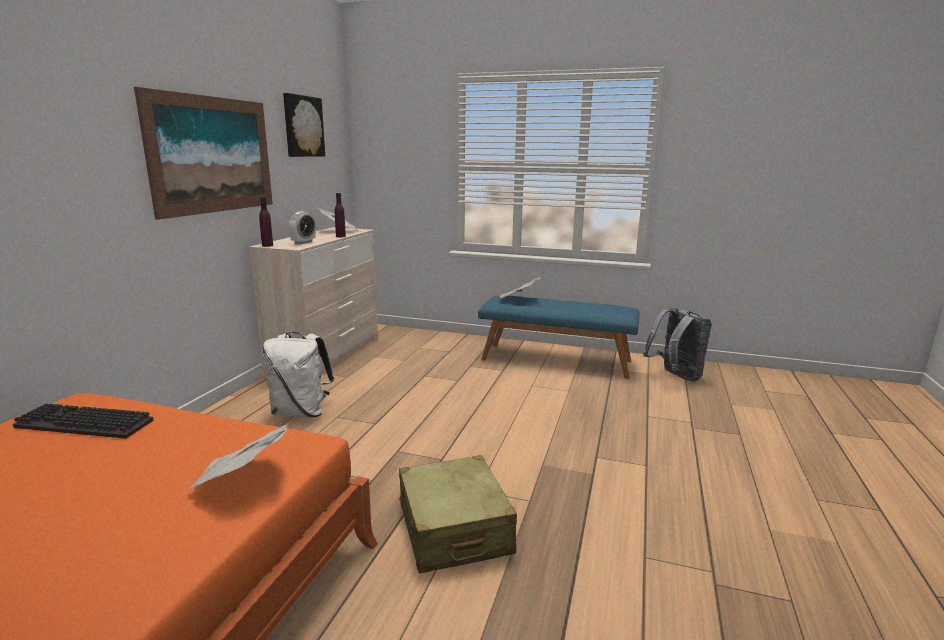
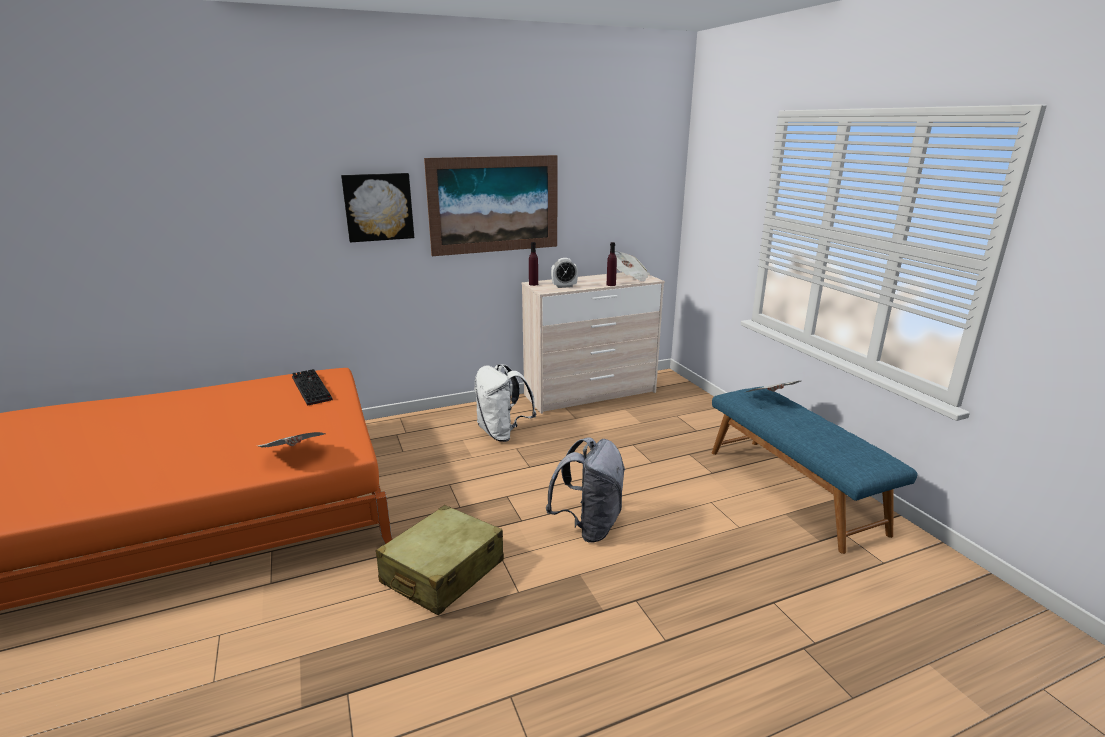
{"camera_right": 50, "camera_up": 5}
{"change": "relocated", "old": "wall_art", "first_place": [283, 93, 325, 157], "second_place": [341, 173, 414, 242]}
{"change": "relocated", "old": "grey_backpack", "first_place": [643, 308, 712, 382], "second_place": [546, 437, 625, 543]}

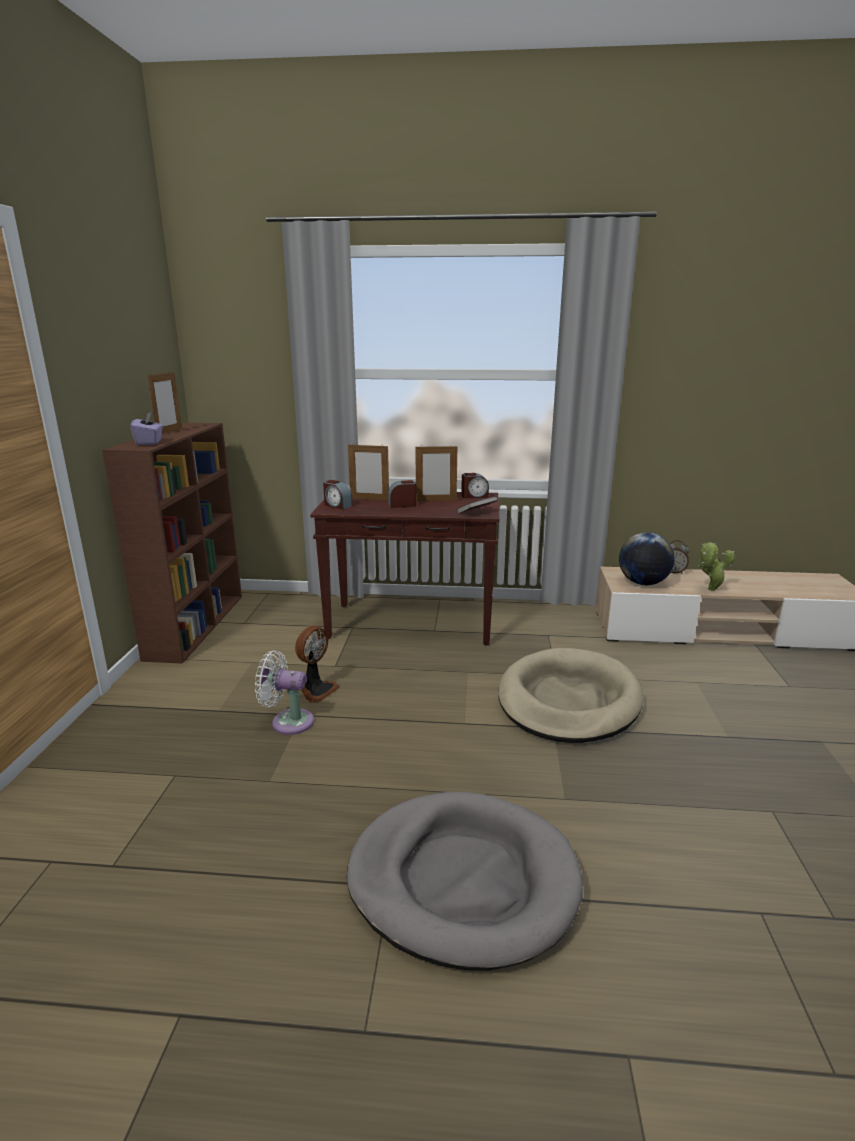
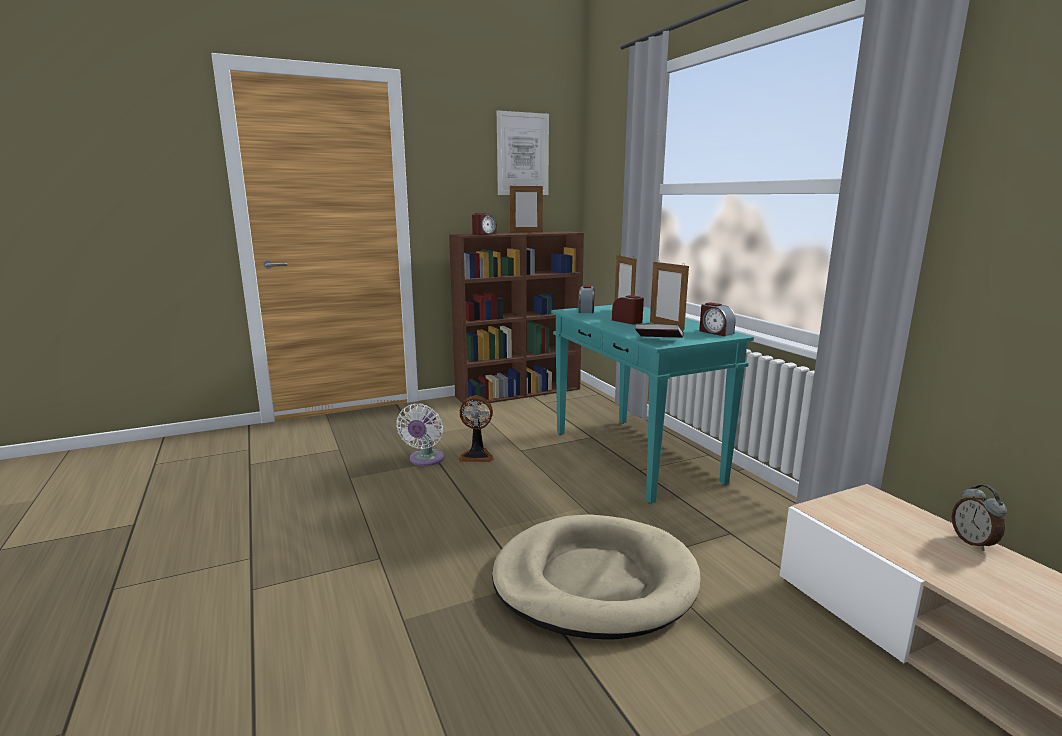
{"camera_right": 60, "camera_up": -5}
{"change": "exchanged", "old": "purple-coloured_box_of_tissues", "new": "alarm_clock", "first_place": [130, 411, 163, 445], "second_place": [472, 213, 497, 235]}
{"change": "spun", "old": "whitish_electric_fan", "first_place": [255, 650, 314, 735], "second_place": [396, 403, 444, 466], "degrees": -150}
{"change": "colour", "old": "brown_hall_table", "new": "blue-green_hall_table", "first_place": [310, 492, 500, 646], "second_place": [551, 305, 754, 504]}
{"change": "missing", "old": "grey_dog_bed", "first_place": [347, 792, 583, 970]}
{"change": "missing", "old": "desk_globe", "first_place": [619, 533, 675, 585]}
{"change": "missing", "old": "houseplant", "first_place": [699, 543, 735, 591]}
{"change": "appeared", "new": "wall_art", "second_place": [497, 111, 549, 195]}

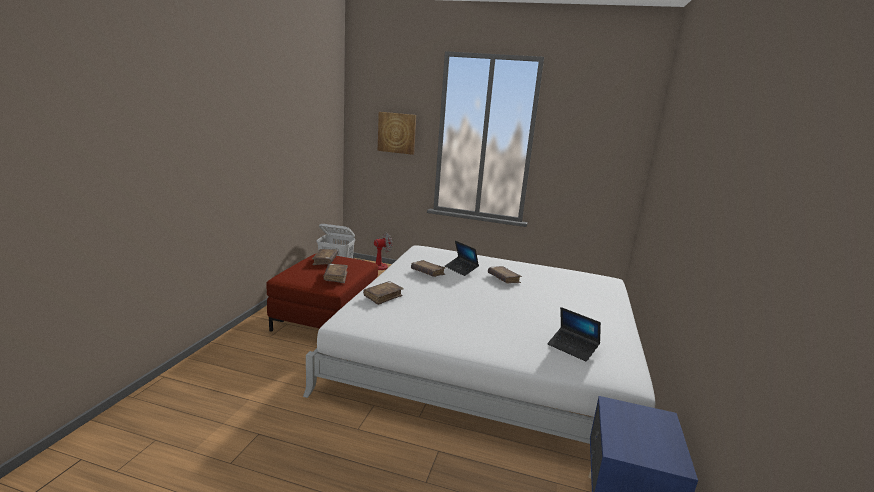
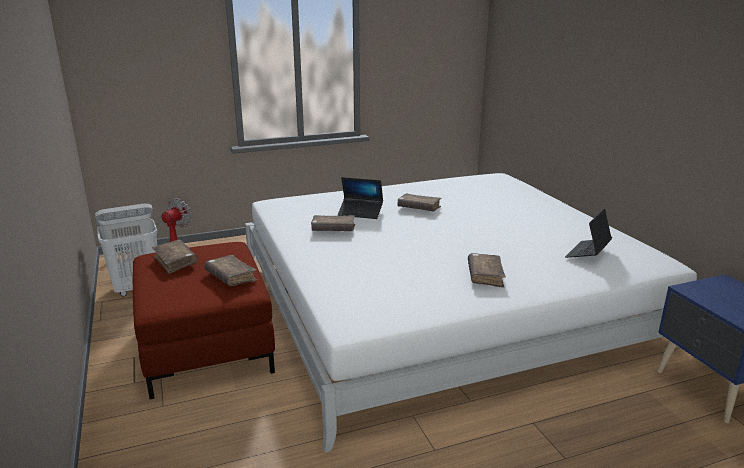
{"camera_right": -35, "camera_up": 5}
{"change": "relocated", "old": "brown_book", "first_place": [363, 281, 404, 305], "second_place": [468, 253, 506, 288]}
{"change": "missing", "old": "wall_art", "first_place": [378, 112, 416, 155]}
{"change": "spun", "old": "laptop", "first_place": [547, 307, 601, 362], "second_place": [565, 209, 612, 258], "degrees": 120}

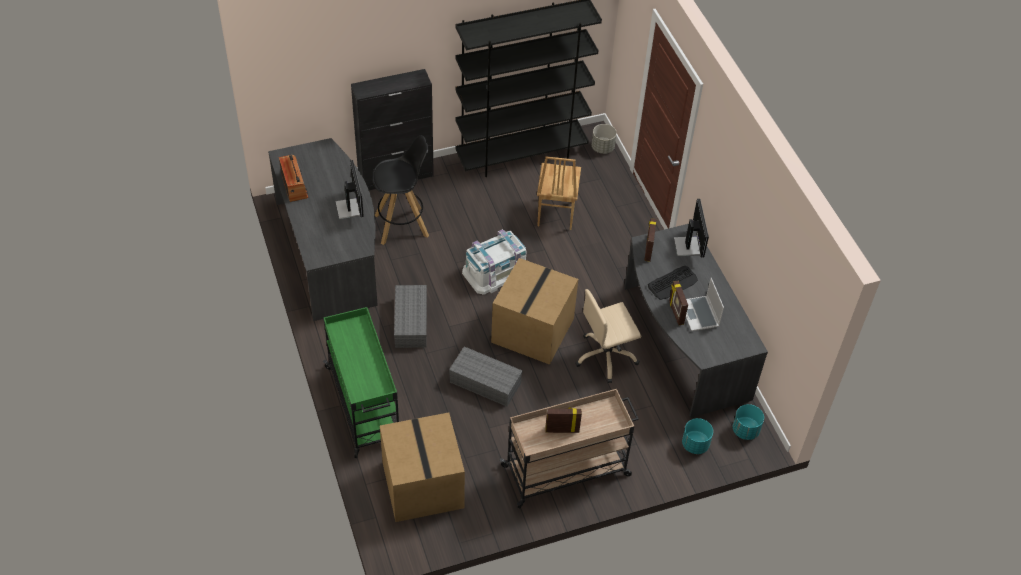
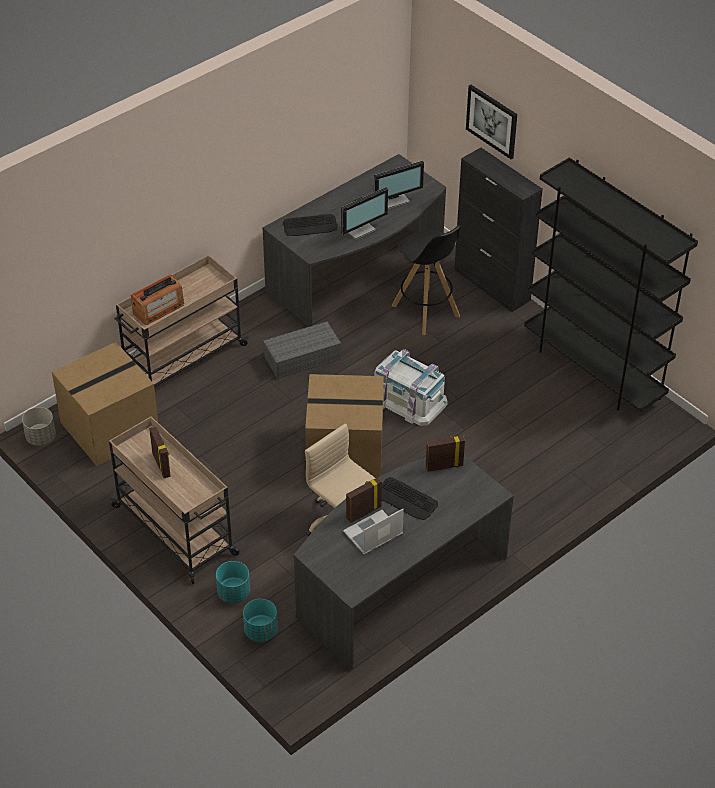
{"camera_right": 70, "camera_up": -5}
{"change": "relocated", "old": "radio_set", "first_place": [279, 155, 308, 202], "second_place": [131, 274, 184, 325]}
{"change": "colour", "old": "green_wheeled_cart", "new": "beige_wheeled_cart", "first_place": [323, 307, 399, 458], "second_place": [114, 255, 249, 387]}
{"change": "missing", "old": "grey_storage_box", "first_place": [449, 346, 523, 407]}
{"change": "missing", "old": "brown_plain_chair", "first_place": [537, 156, 581, 230]}
{"change": "relocated", "old": "grey_plant_pot", "first_place": [592, 124, 617, 154], "second_place": [22, 407, 56, 446]}
{"change": "relocated", "old": "computer_screen", "first_place": [674, 199, 709, 258], "second_place": [374, 161, 424, 209]}
{"change": "relocated", "old": "blue-green_plant_pot", "first_place": [733, 404, 764, 440], "second_place": [216, 561, 250, 603]}
{"change": "appeared", "new": "keyboard", "second_place": [283, 214, 338, 236]}
{"change": "appeared", "new": "wall_art", "second_place": [466, 85, 517, 159]}

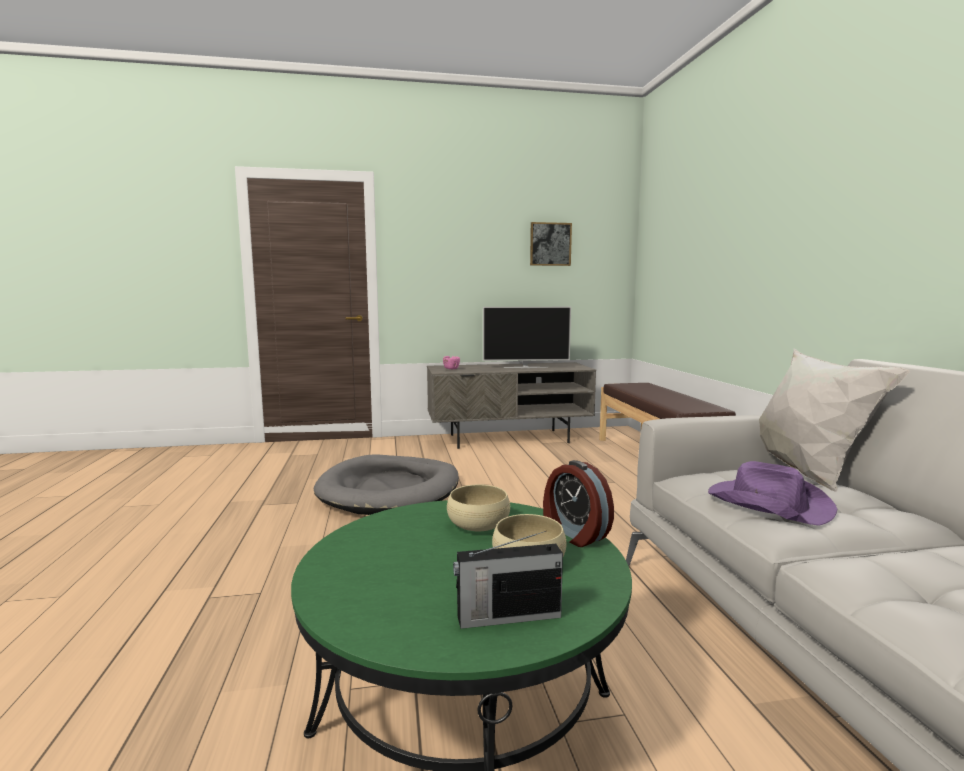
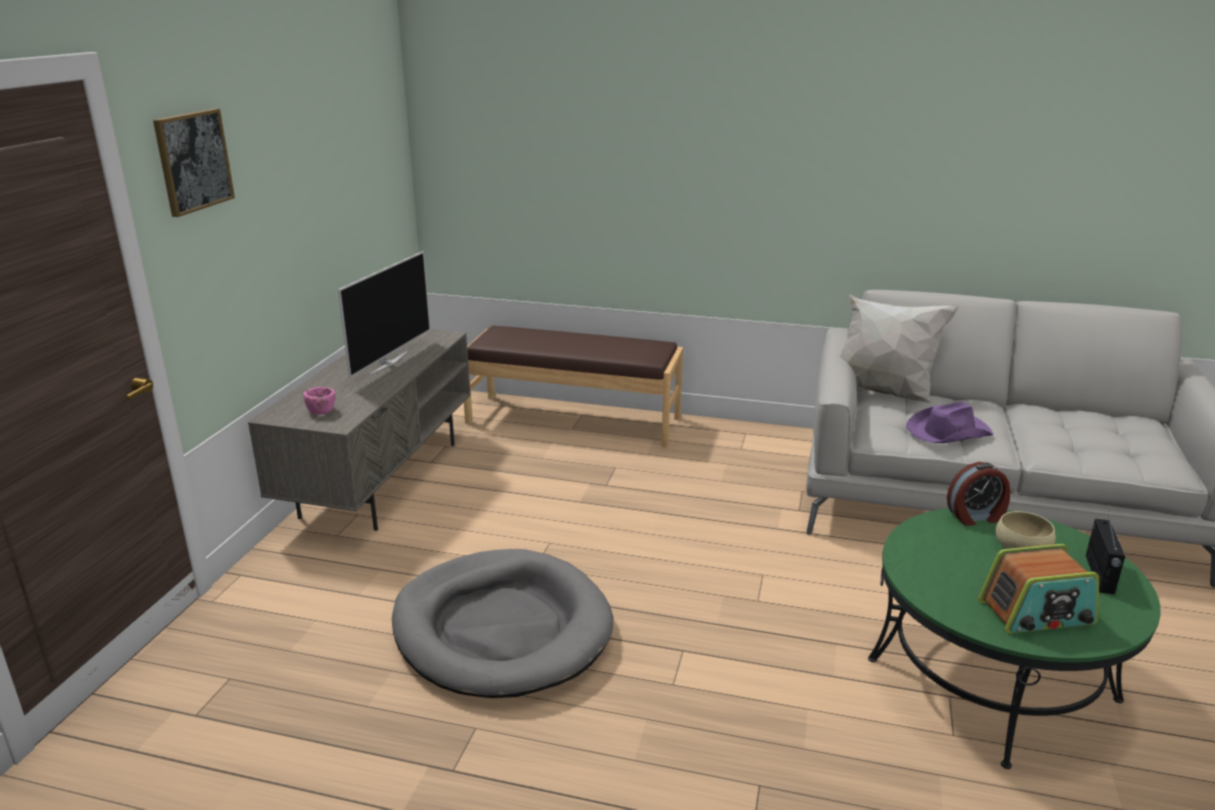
{"camera_right": -65, "camera_up": 15}
{"change": "missing", "old": "beige_deep_dish", "first_place": [447, 484, 510, 531]}
{"change": "relocated", "old": "wall_art", "first_place": [530, 222, 572, 266], "second_place": [153, 108, 235, 217]}
{"change": "appeared", "new": "radio_set", "second_place": [978, 544, 1099, 634]}

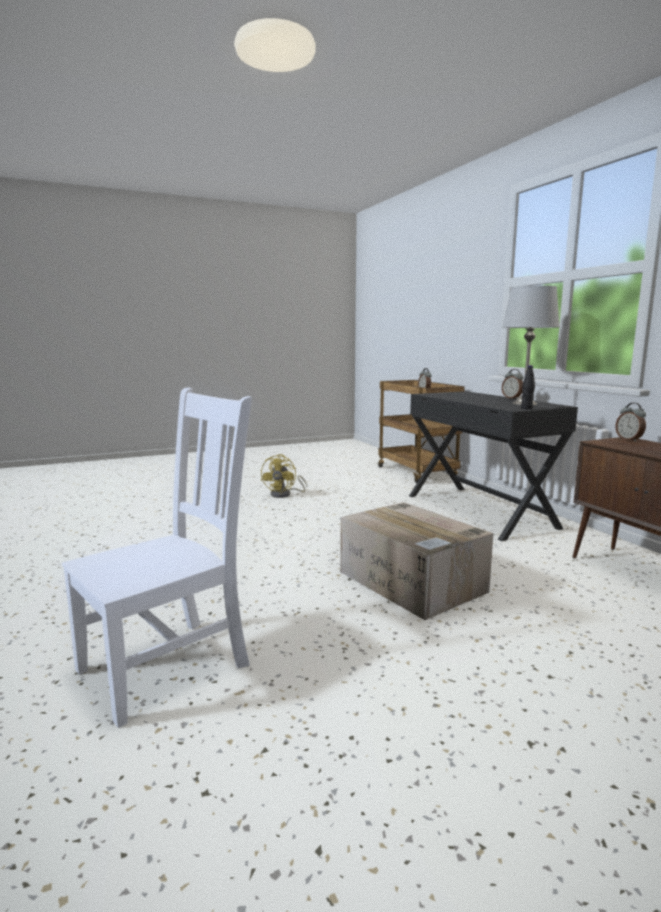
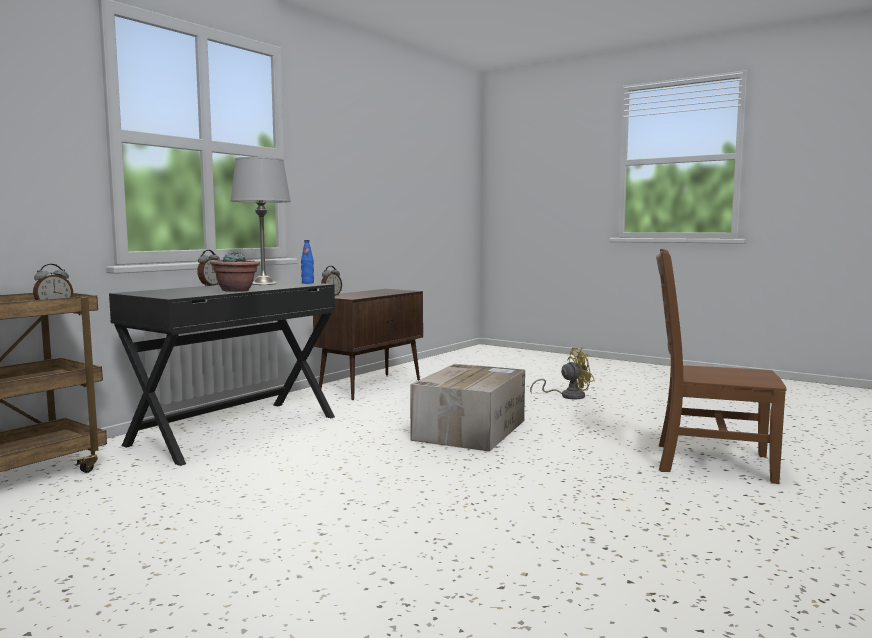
{"camera_right": -120, "camera_up": -5}
{"change": "colour", "old": "whitish_plain_chair", "new": "brown_plain_chair", "first_place": [62, 388, 252, 728], "second_place": [656, 249, 787, 484]}
{"change": "relocated", "old": "yellowish_electric_fan", "first_place": [261, 454, 307, 498], "second_place": [530, 347, 595, 399]}
{"change": "colour", "old": "blackish_drink_bottle", "new": "bluish_drink_bottle", "first_place": [521, 365, 535, 409], "second_place": [301, 240, 314, 284]}
{"change": "appeared", "new": "houseplant", "second_place": [210, 252, 260, 292]}

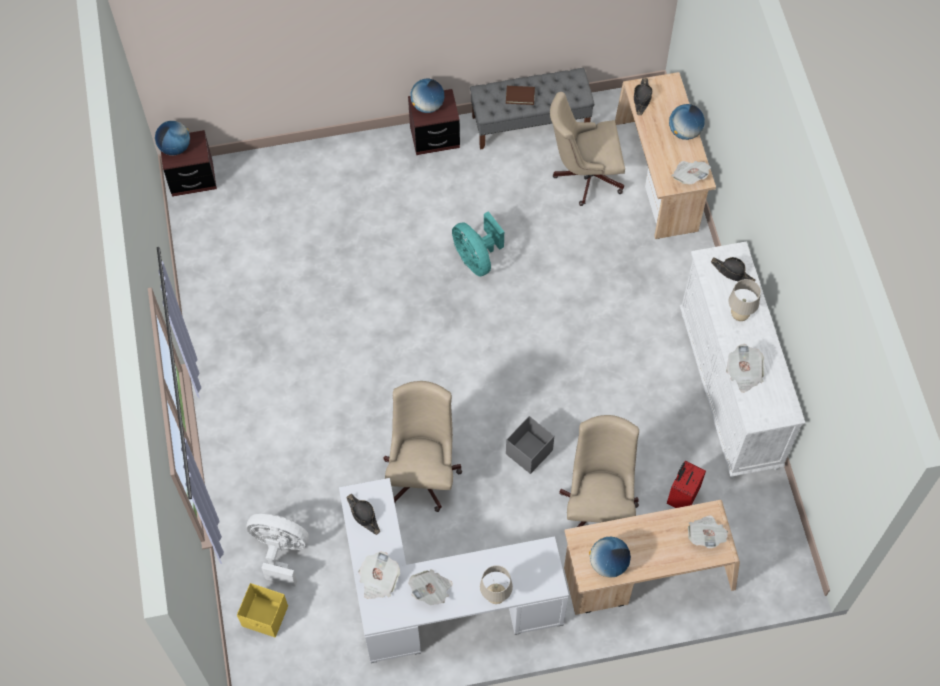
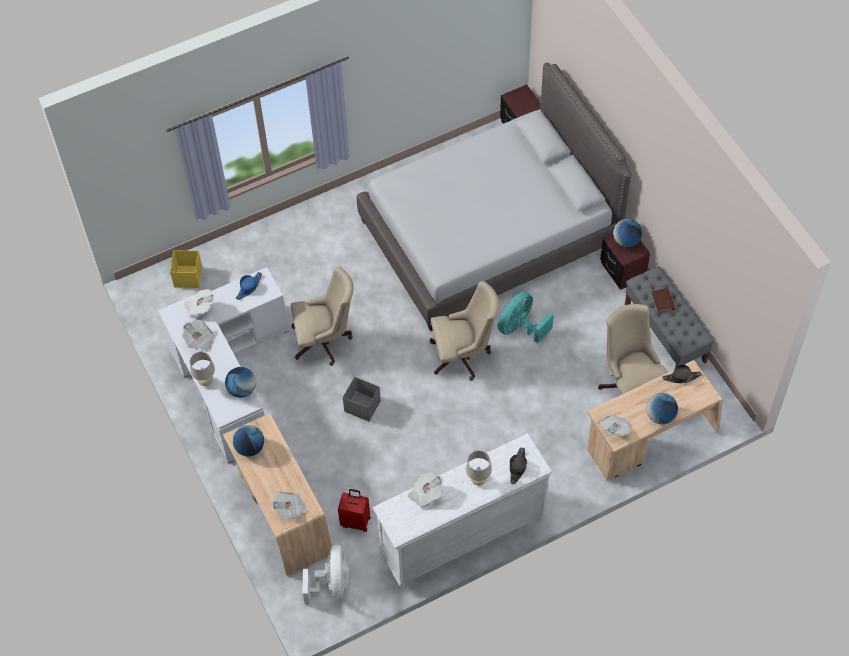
{"camera_right": 75, "camera_up": -5}
{"change": "relocated", "old": "desk_globe", "first_place": [155, 121, 190, 156], "second_place": [225, 367, 256, 398]}
{"change": "relocated", "old": "whitish_electric_fan", "first_place": [246, 514, 309, 587], "second_place": [303, 545, 349, 604]}
{"change": "colour", "old": "blackish_wearable_hat", "new": "bluish_wearable_hat", "first_place": [346, 494, 380, 535], "second_place": [236, 272, 262, 300]}
{"change": "relocated", "old": "beige_computer_chair", "first_place": [559, 415, 639, 527], "second_place": [430, 281, 499, 381]}
{"change": "appeared", "new": "grey_bedroom_bed", "second_place": [357, 63, 631, 331]}

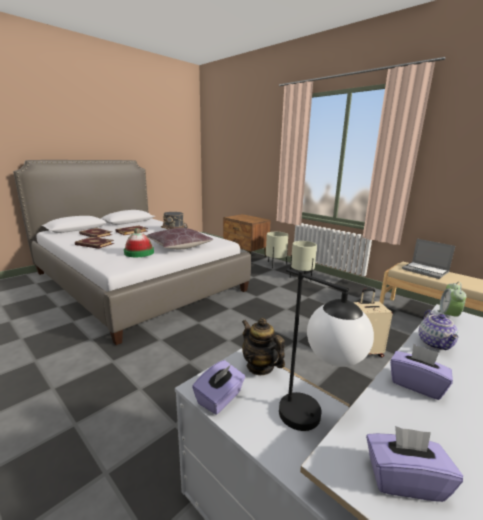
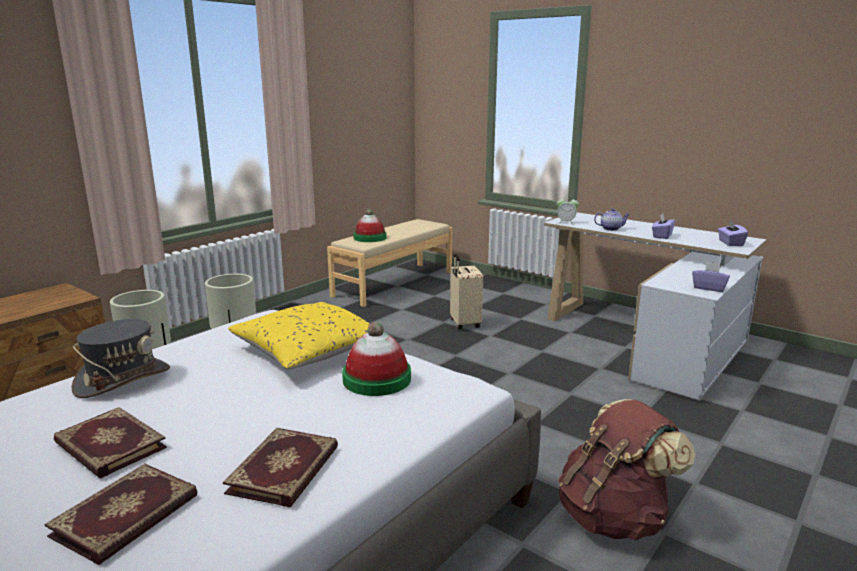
{"camera_right": -95, "camera_up": 0}
{"change": "colour", "old": "brown_cushion", "new": "yellowish_cushion", "first_place": [147, 228, 214, 249], "second_place": [228, 302, 370, 370]}
{"change": "missing", "old": "tea_pot", "first_place": [242, 318, 285, 375]}
{"change": "missing", "old": "table_lamp", "first_place": [279, 268, 374, 431]}
{"change": "exchanged", "old": "laptop", "new": "wearable_hat", "first_place": [402, 239, 455, 279], "second_place": [353, 209, 387, 242]}
{"change": "appeared", "new": "brown_backpack", "second_place": [558, 399, 695, 541]}

